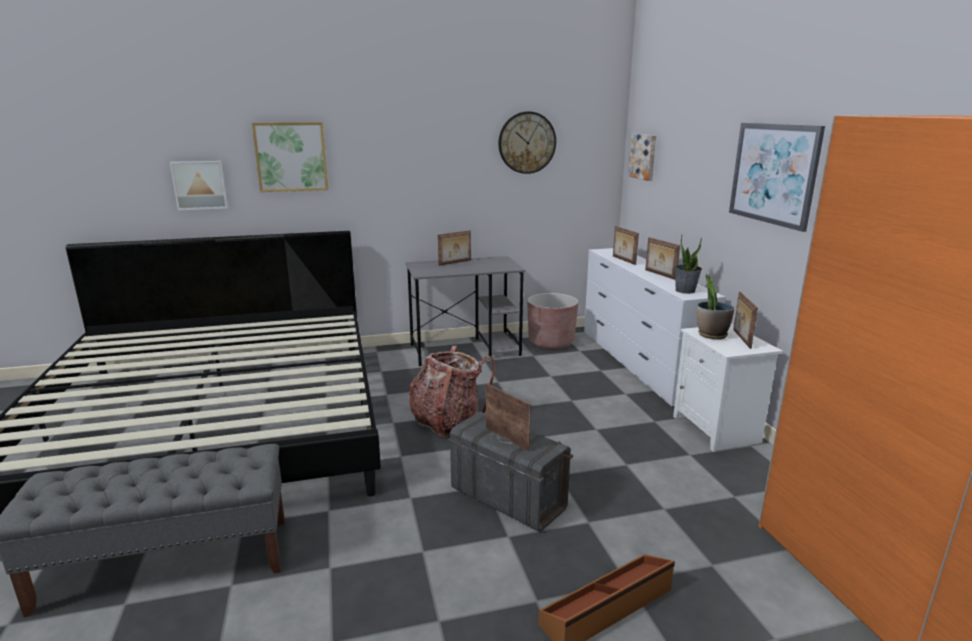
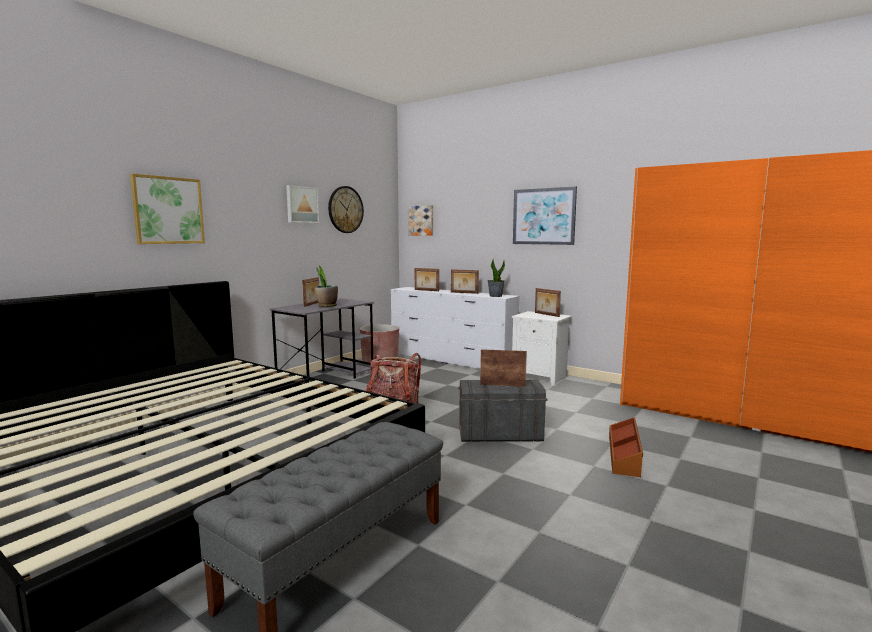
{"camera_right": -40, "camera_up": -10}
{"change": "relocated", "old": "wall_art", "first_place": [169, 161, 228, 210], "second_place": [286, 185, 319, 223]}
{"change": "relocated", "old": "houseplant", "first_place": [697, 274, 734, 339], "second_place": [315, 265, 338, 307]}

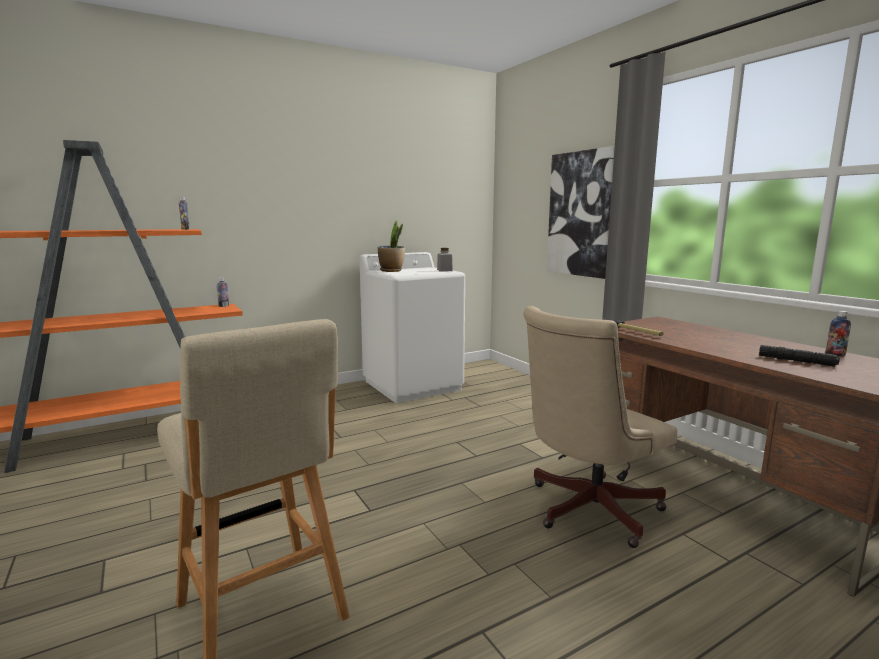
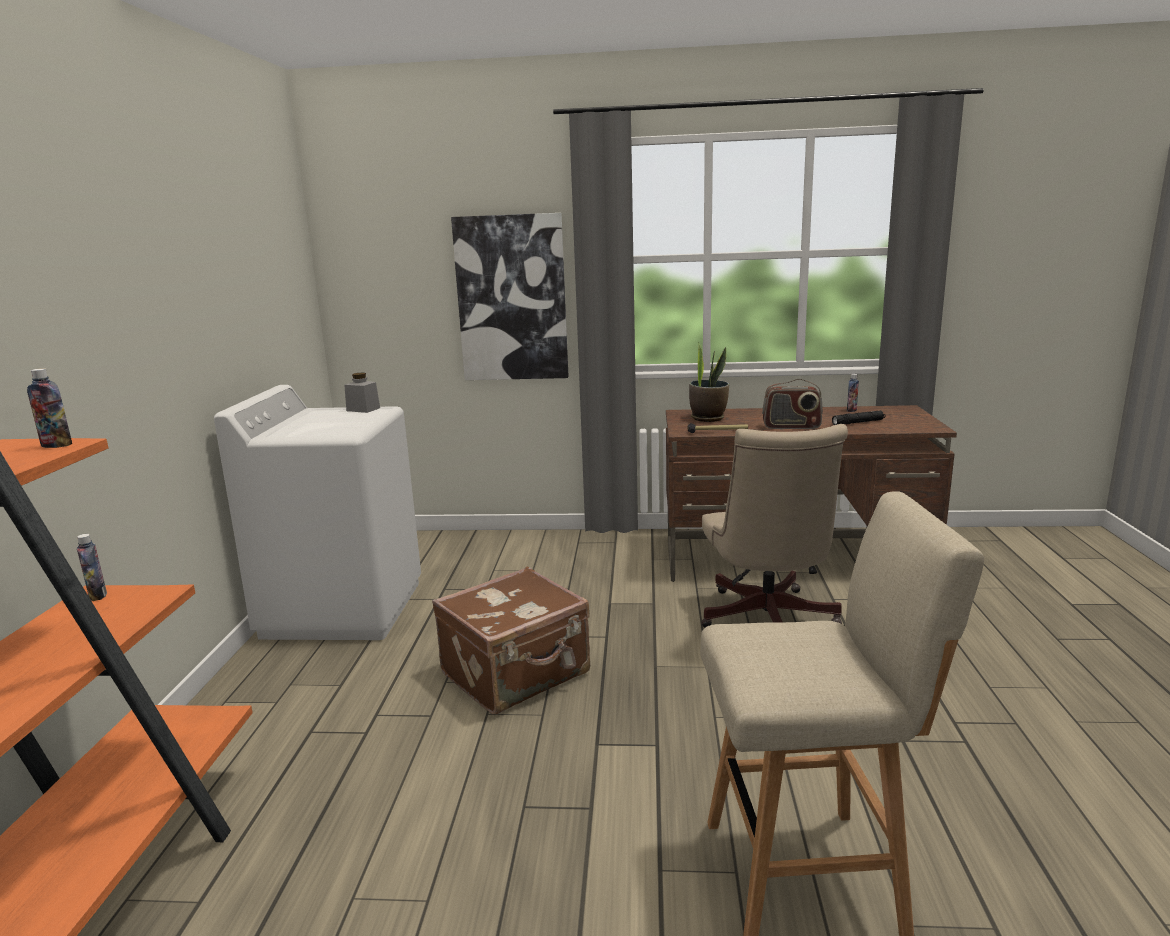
{"camera_right": -55, "camera_up": 5}
{"change": "relocated", "old": "houseplant", "first_place": [378, 220, 405, 272], "second_place": [689, 343, 729, 422]}
{"change": "appeared", "new": "brown_travel_case", "second_place": [432, 567, 590, 715]}
{"change": "appeared", "new": "radio_set", "second_place": [762, 379, 823, 429]}

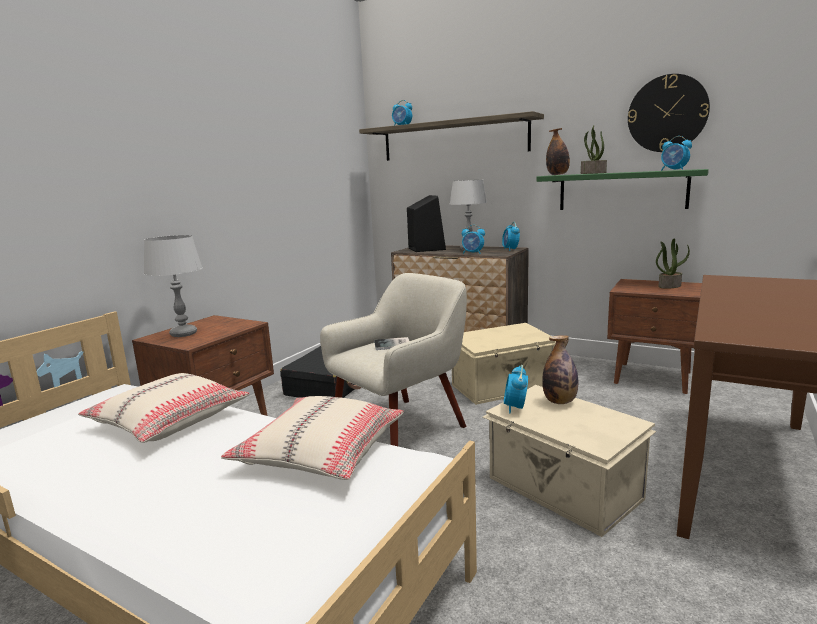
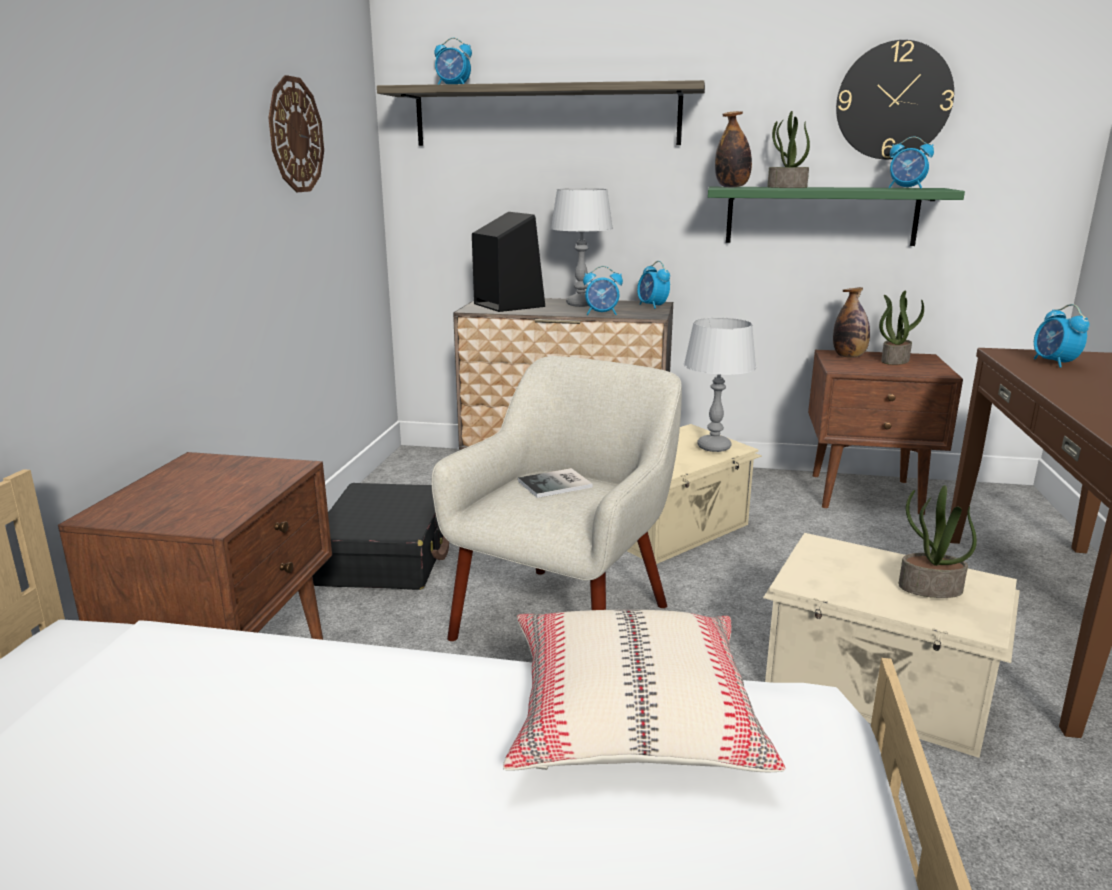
{"camera_right": -20, "camera_up": 5}
{"change": "missing", "old": "beige_cushion", "first_place": [79, 373, 250, 443]}
{"change": "relocated", "old": "grey_table_lamp", "first_place": [144, 235, 203, 337], "second_place": [684, 318, 756, 452]}
{"change": "relocated", "old": "alarm_clock", "first_place": [504, 365, 528, 413], "second_place": [1034, 304, 1090, 368]}
{"change": "relocated", "old": "drink_bottle", "first_place": [542, 335, 578, 404], "second_place": [833, 287, 870, 358]}
{"change": "appeared", "new": "clock_on_the_wall", "second_place": [268, 75, 324, 192]}
{"change": "appeared", "new": "houseplant", "second_place": [899, 485, 977, 598]}

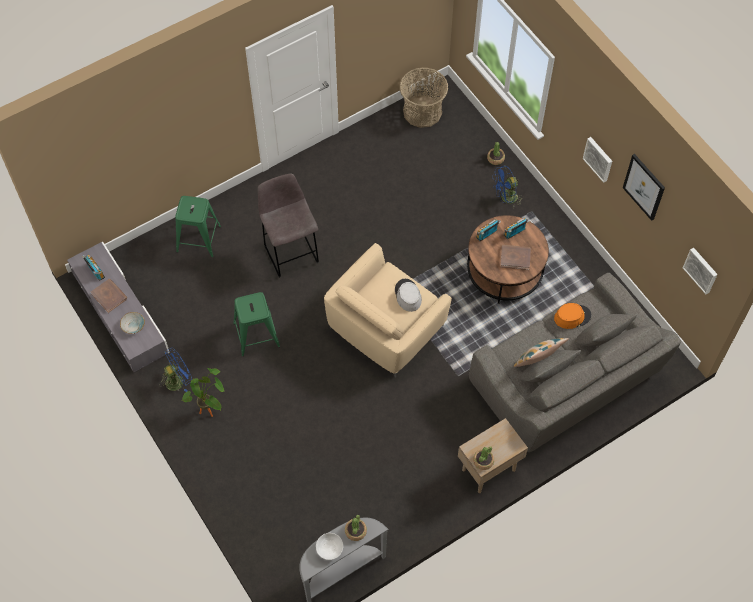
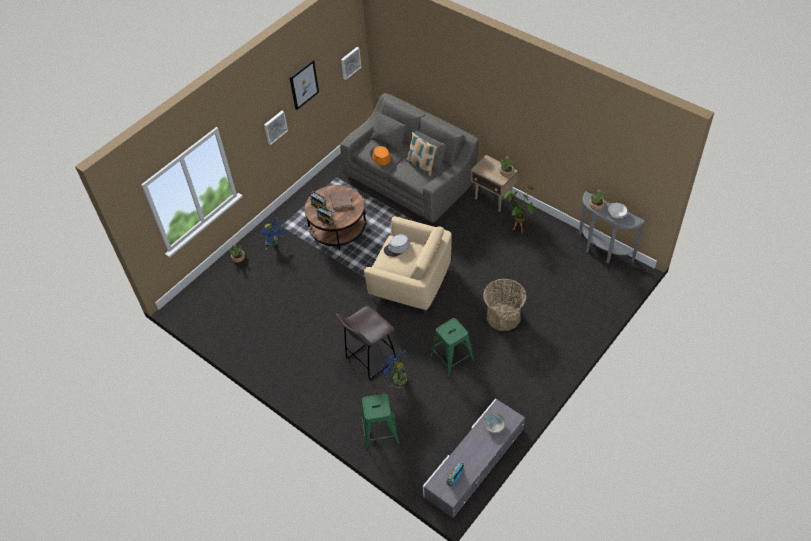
{"camera_right": -105, "camera_up": -10}
{"change": "missing", "old": "brown_book", "first_place": [91, 279, 127, 313]}
{"change": "relocated", "old": "bluish_electric_fan", "first_place": [159, 348, 192, 392], "second_place": [380, 348, 408, 389]}
{"change": "relocated", "old": "houseplant", "first_place": [181, 368, 225, 417], "second_place": [503, 185, 534, 233]}
{"change": "relocated", "old": "basket", "first_place": [400, 68, 448, 128], "second_place": [483, 279, 527, 331]}

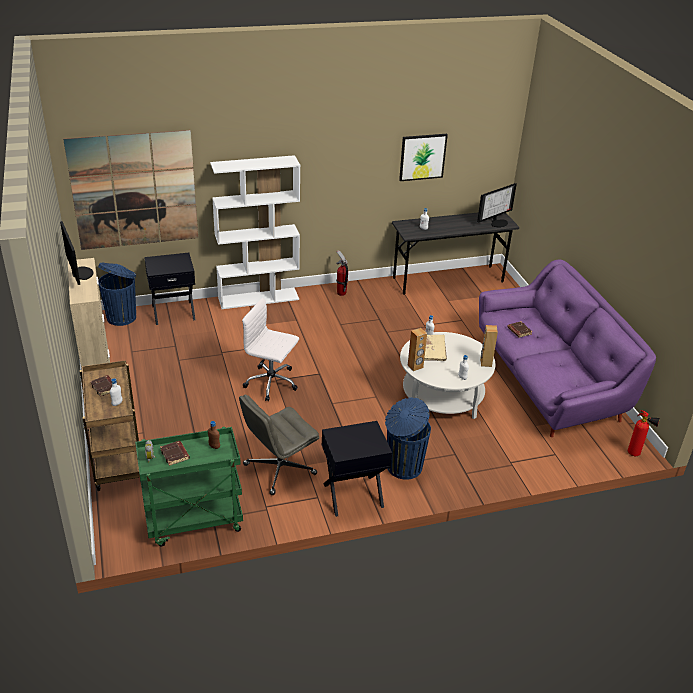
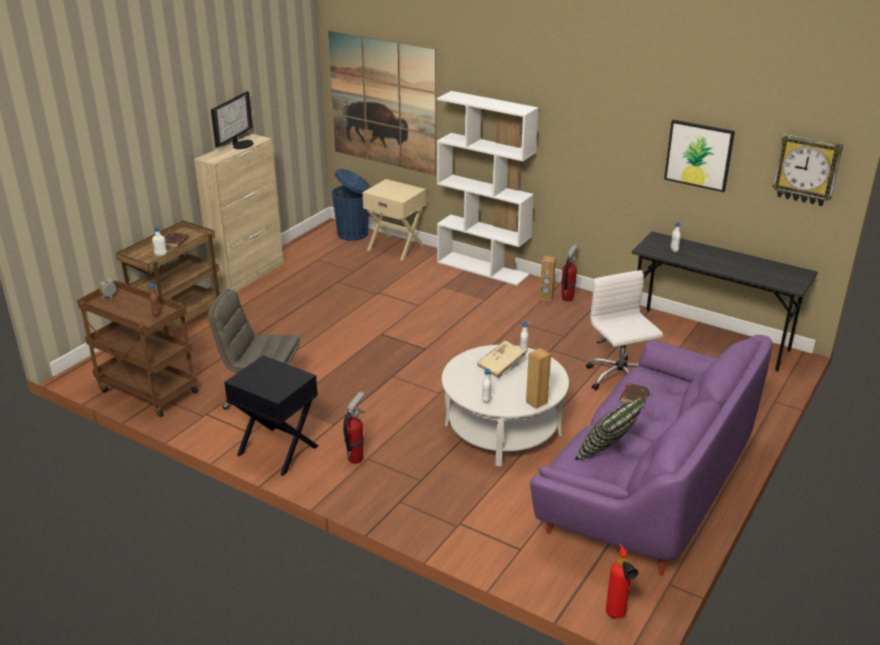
{"camera_right": 50, "camera_up": -5}
{"change": "colour", "old": "green_wheeled_cart", "new": "brown_wheeled_cart", "first_place": [135, 427, 243, 547], "second_place": [77, 280, 198, 417]}
{"change": "colour", "old": "blackish_nightstand", "new": "beige_nightstand", "first_place": [144, 253, 195, 325], "second_place": [362, 179, 426, 261]}
{"change": "missing", "old": "brown_book", "first_place": [160, 441, 190, 466]}
{"change": "relocated", "old": "whitish_computer_chair", "first_place": [242, 298, 299, 401], "second_place": [586, 270, 663, 390]}
{"change": "exchanged", "old": "bluish_trash_can", "new": "fire-fighting_cylinder", "first_place": [385, 397, 431, 480], "second_place": [343, 391, 365, 464]}
{"change": "relocated", "old": "brown_audio_speaker", "first_place": [408, 328, 427, 371], "second_place": [539, 256, 556, 301]}
{"change": "missing", "old": "computer_screen", "first_place": [477, 183, 517, 227]}
{"change": "appeared", "new": "cushion", "second_place": [575, 399, 644, 460]}
{"change": "appeared", "new": "clock_on_the_wall", "second_place": [773, 134, 843, 206]}

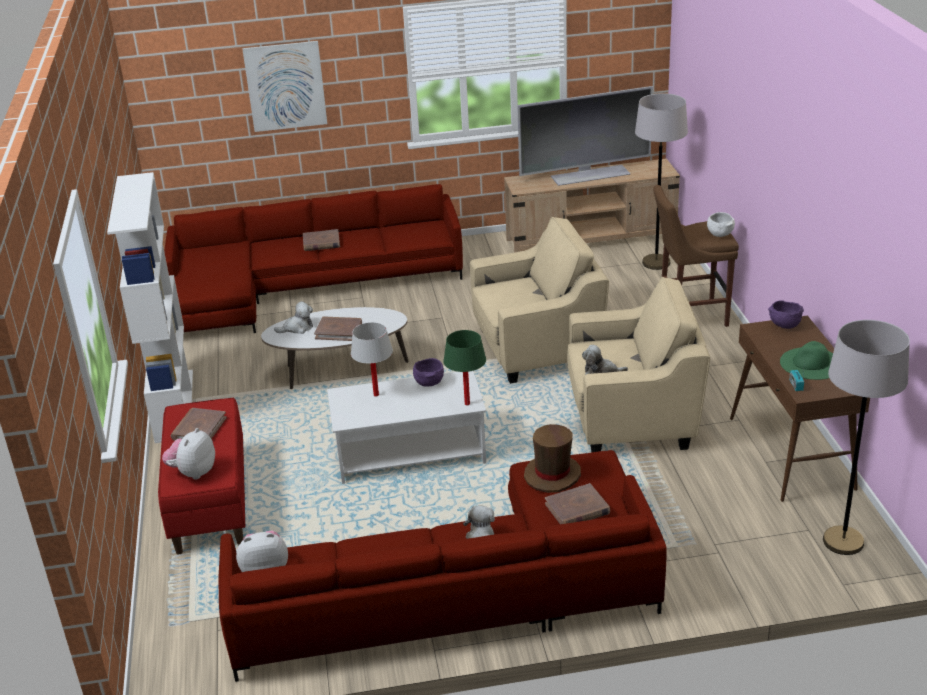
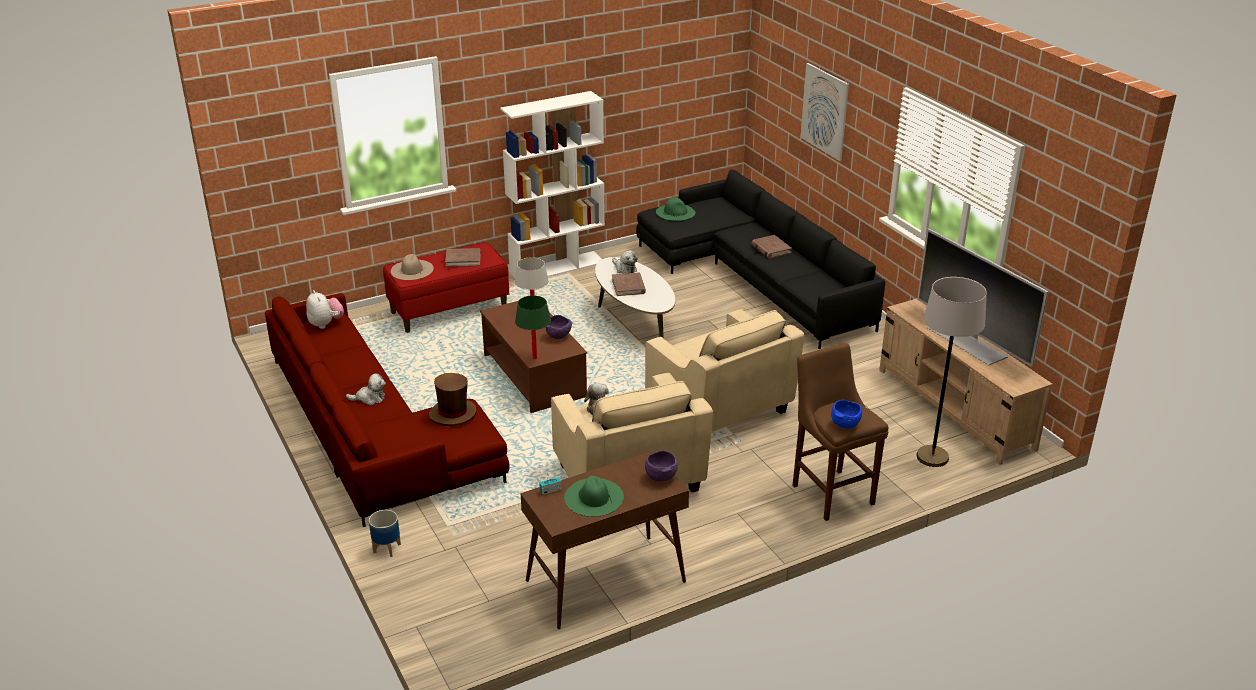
{"camera_right": 70, "camera_up": 0}
{"change": "exchanged", "old": "soft_toy", "new": "beige_wearable_hat", "first_place": [162, 428, 215, 480], "second_place": [391, 254, 434, 280]}
{"change": "colour", "old": "red-coloured_settee", "new": "blackish_settee", "first_place": [164, 184, 463, 333], "second_place": [636, 170, 885, 349]}
{"change": "colour", "old": "whitish_coffee_table", "new": "brown_coffee_table", "first_place": [327, 371, 486, 484], "second_place": [480, 301, 587, 413]}
{"change": "missing", "old": "brown_book", "first_place": [545, 483, 610, 524]}
{"change": "colour", "old": "whitish_deep_dish", "new": "bluish_deep_dish", "first_place": [707, 212, 735, 237], "second_place": [831, 400, 862, 428]}
{"change": "missing", "old": "grey_floor_lamp", "first_place": [823, 320, 910, 555]}
{"change": "appeared", "new": "plant_pot", "second_place": [369, 510, 401, 557]}
{"change": "appeared", "new": "green_wearable_hat", "second_place": [656, 197, 695, 221]}

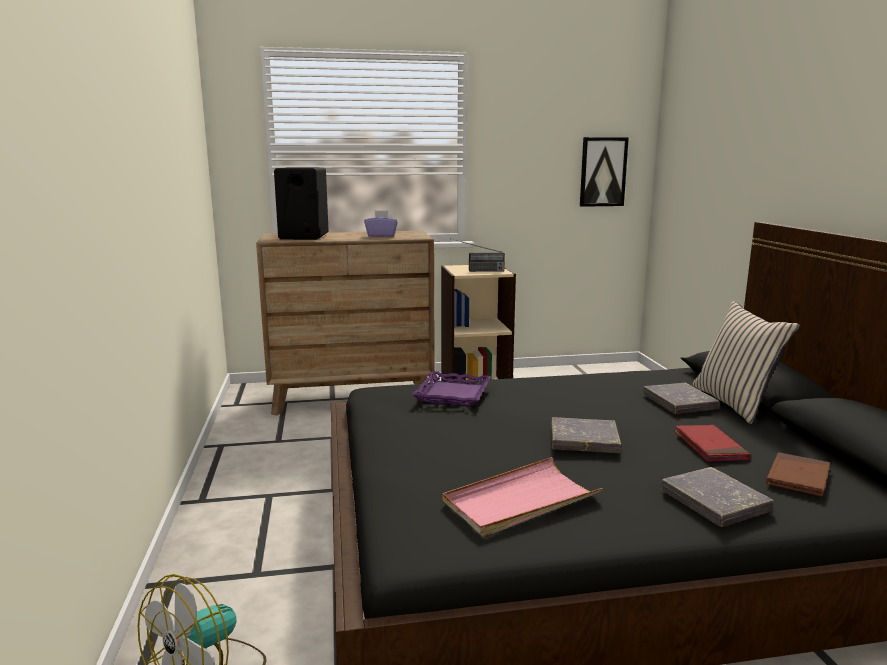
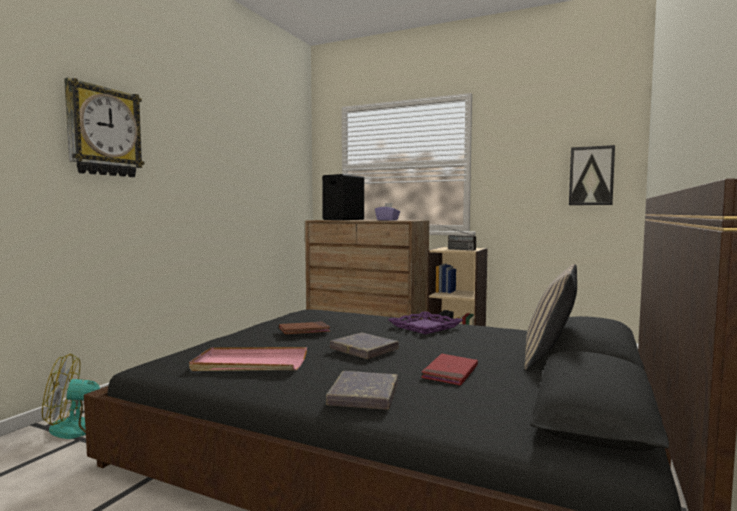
{"camera_right": 35, "camera_up": -10}
{"change": "relocated", "old": "purple-coloured_carrying_tray", "first_place": [412, 371, 491, 406], "second_place": [388, 311, 463, 334]}
{"change": "missing", "old": "grey_book", "first_place": [643, 383, 720, 414]}
{"change": "relocated", "old": "brown_book", "first_place": [766, 452, 830, 497], "second_place": [279, 321, 330, 334]}
{"change": "appeared", "new": "clock_on_the_wall", "second_place": [64, 78, 144, 177]}

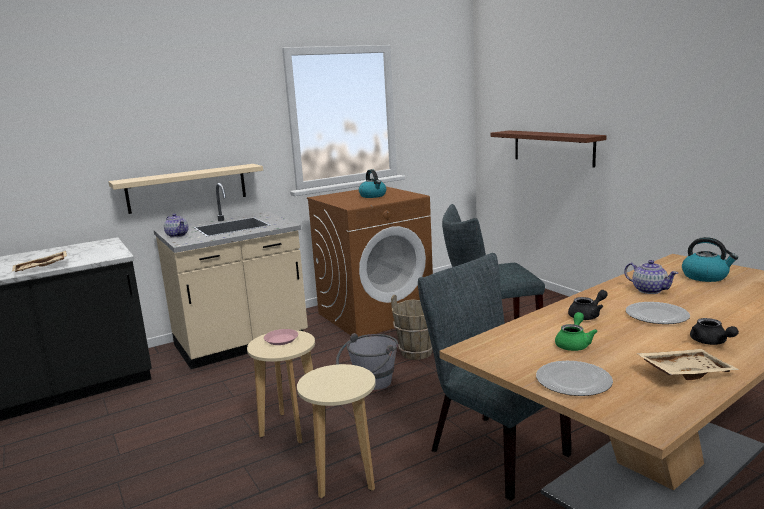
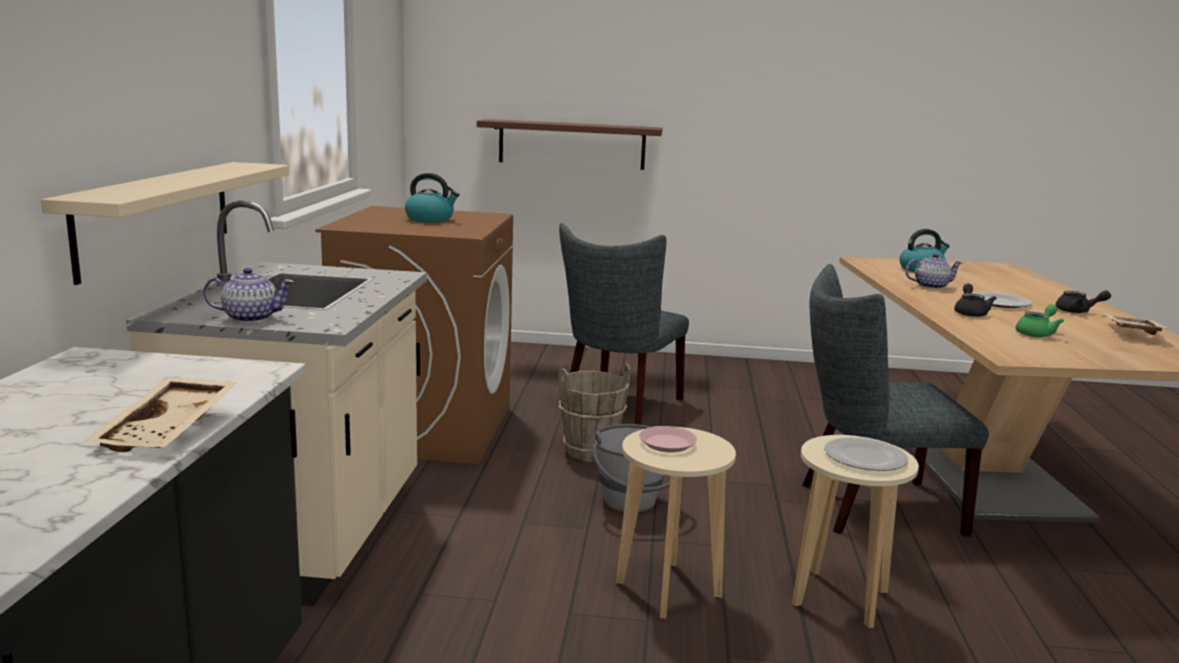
{"camera_right": -55, "camera_up": 0}
{"change": "relocated", "old": "dinner_plate", "first_place": [536, 361, 613, 396], "second_place": [824, 437, 908, 471]}
{"change": "spun", "old": "green_tea_pot", "first_place": [555, 312, 598, 351], "second_place": [1016, 304, 1064, 337], "degrees": 75}

